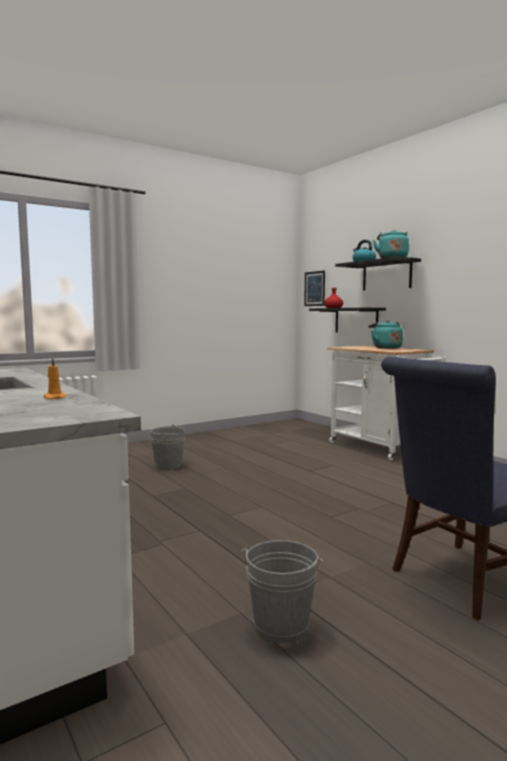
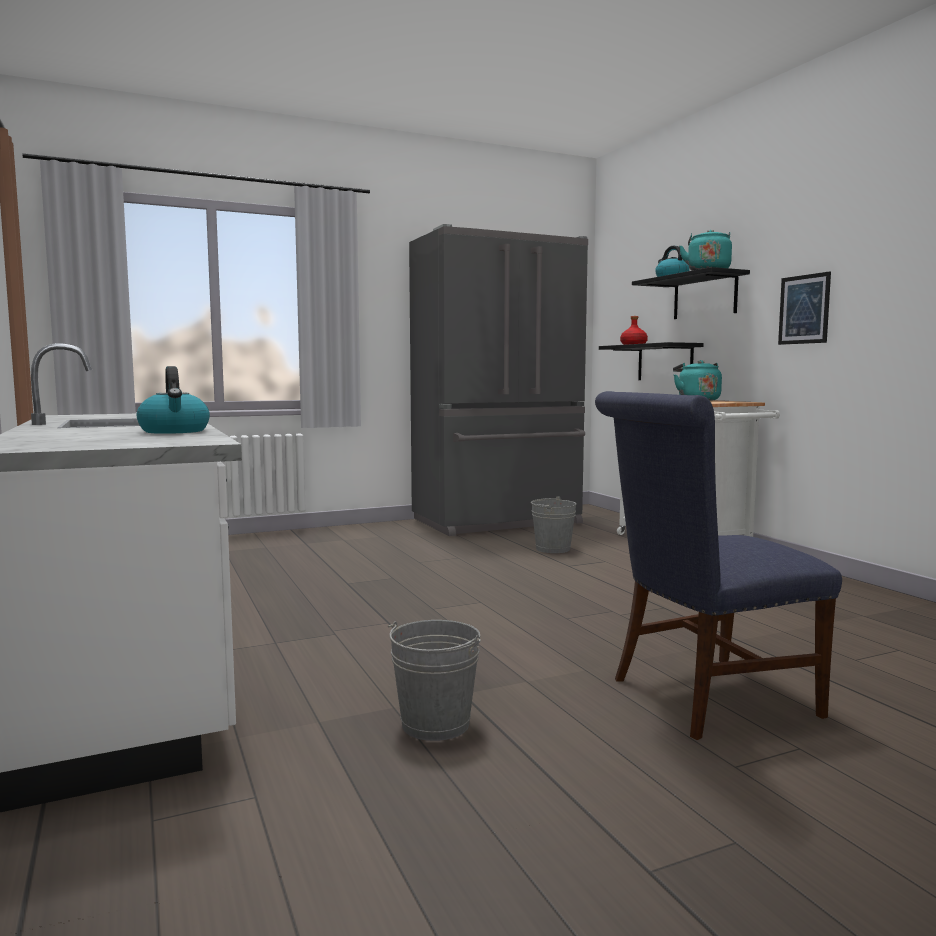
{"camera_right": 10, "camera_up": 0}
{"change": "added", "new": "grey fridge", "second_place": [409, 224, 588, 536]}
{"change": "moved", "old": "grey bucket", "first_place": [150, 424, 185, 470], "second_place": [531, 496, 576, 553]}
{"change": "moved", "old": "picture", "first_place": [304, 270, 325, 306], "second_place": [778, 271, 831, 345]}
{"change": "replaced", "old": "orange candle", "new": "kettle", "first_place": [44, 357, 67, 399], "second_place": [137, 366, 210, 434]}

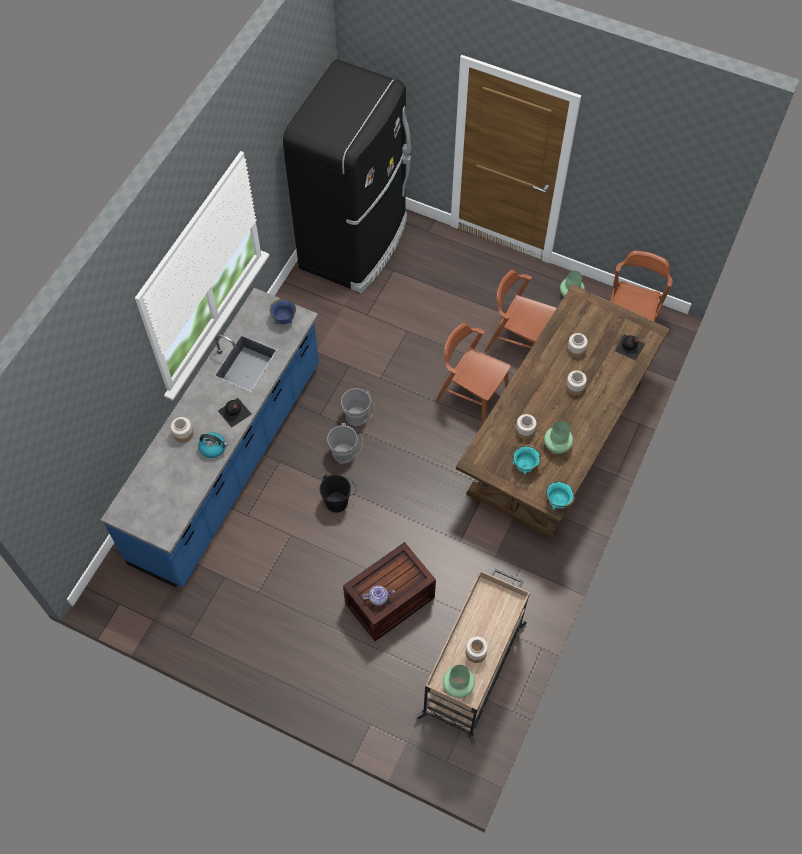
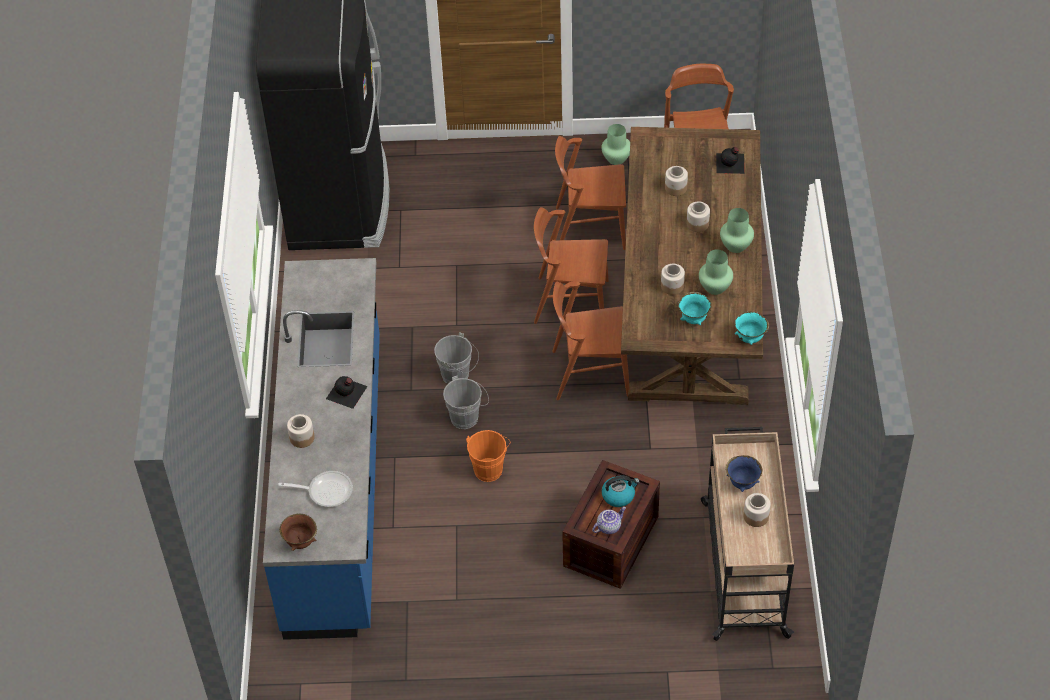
{"camera_right": -25, "camera_up": -10}
{"change": "added", "new": "frying pan", "second_place": [278, 471, 353, 507]}
{"change": "added", "new": "brown bowl", "second_place": [279, 514, 317, 551]}
{"change": "added", "new": "brown chair", "second_place": [552, 281, 630, 400]}
{"change": "moved", "old": "kettle", "first_place": [198, 432, 228, 458], "second_place": [602, 476, 640, 507]}
{"change": "moved", "old": "blue bowl", "first_place": [270, 298, 296, 324], "second_place": [726, 455, 762, 492]}
{"change": "moved", "old": "green vase", "first_place": [443, 665, 475, 698], "second_place": [720, 208, 754, 253]}
{"change": "recoloured", "old": "black bucket", "new": "orange bucket", "first_place": [319, 474, 357, 513], "second_place": [466, 430, 511, 482]}

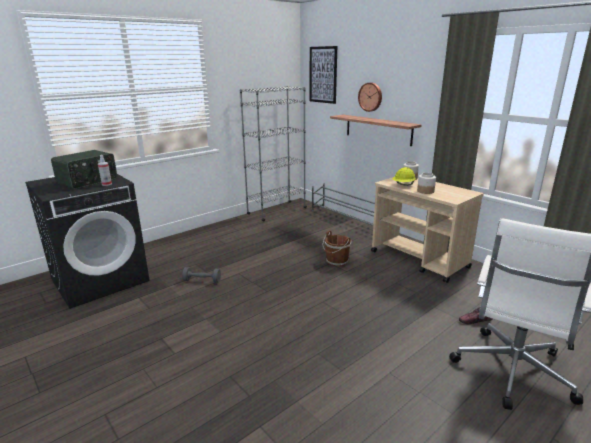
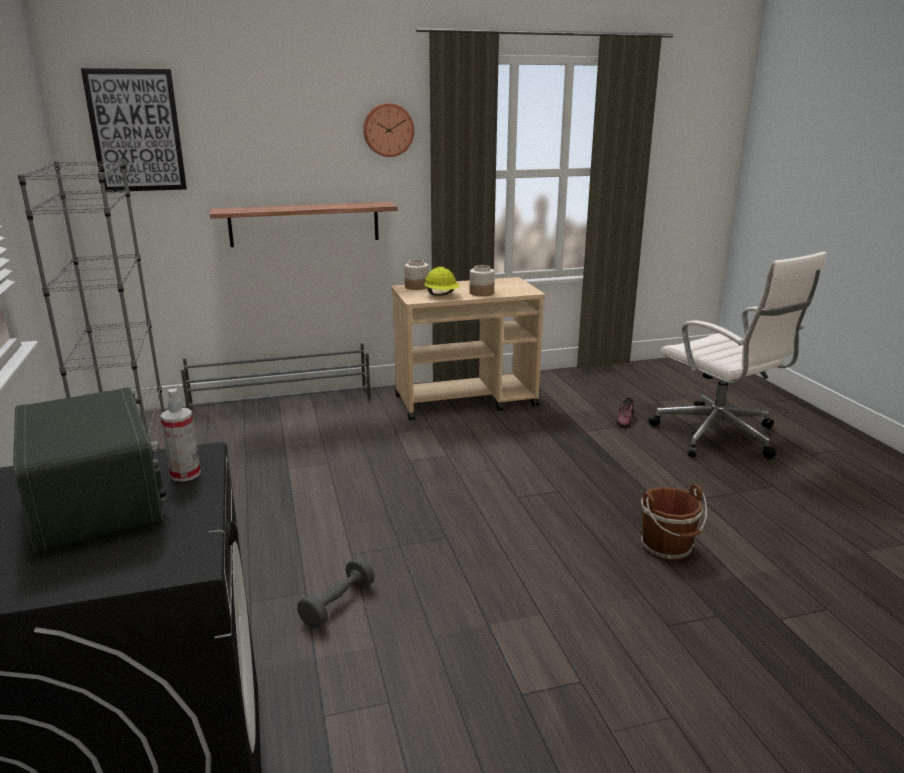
{"camera_right": -65, "camera_up": 0}
{"change": "moved", "old": "brown bucket", "first_place": [322, 231, 351, 266], "second_place": [641, 484, 707, 561]}
{"change": "moved", "old": "wall clock", "first_place": [358, 83, 382, 112], "second_place": [363, 103, 414, 157]}

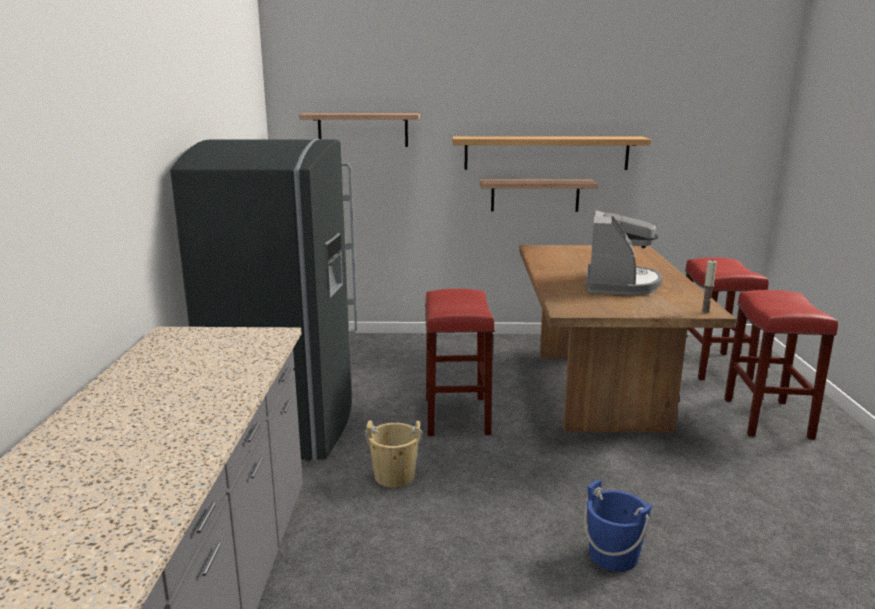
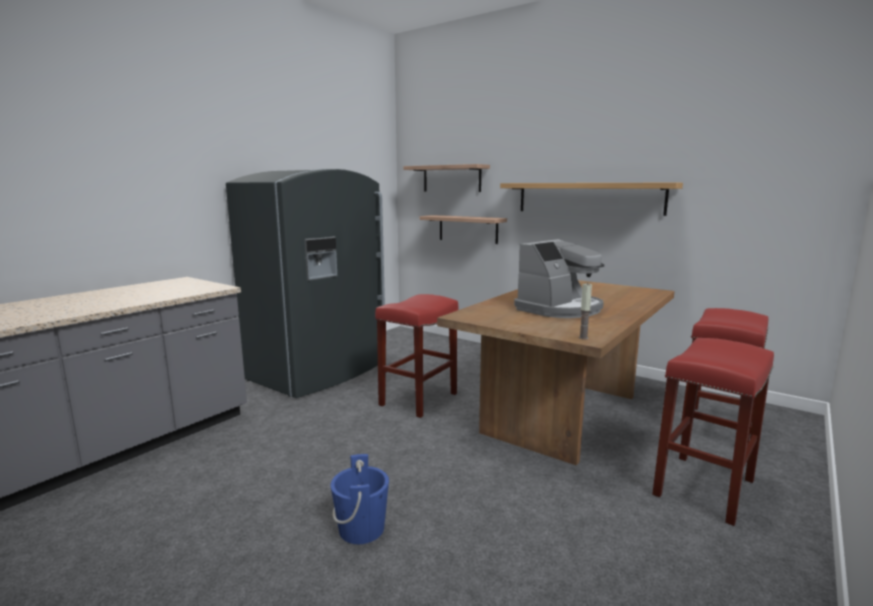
{"camera_right": 35, "camera_up": -5}
{"change": "removed", "old": "beige bucket", "first_place": [365, 420, 422, 488]}
{"change": "moved", "old": "shelf", "first_place": [480, 179, 598, 212], "second_place": [419, 215, 507, 244]}

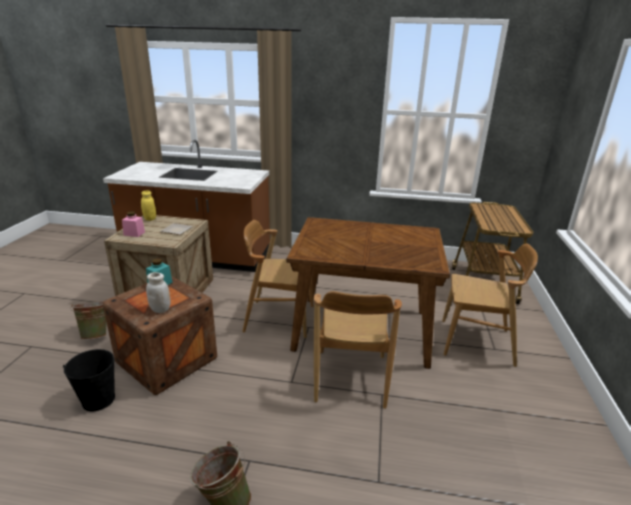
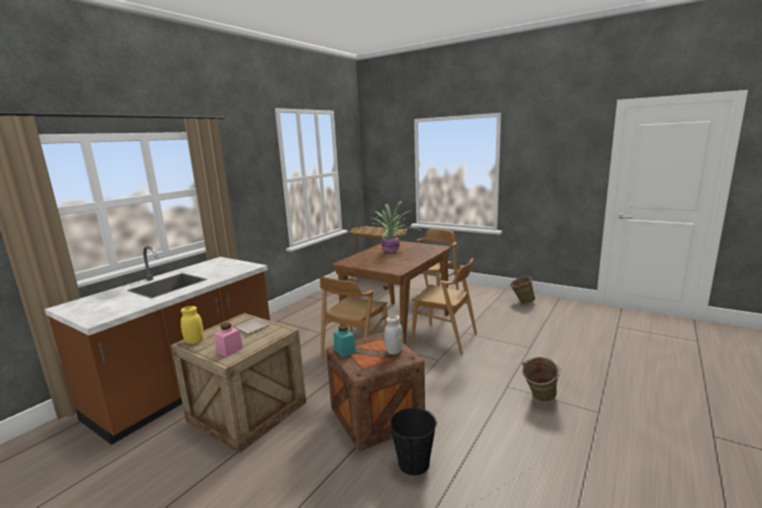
{"camera_right": -65, "camera_up": -10}
{"change": "added", "new": "potted plant", "second_place": [365, 201, 420, 253]}
{"change": "moved", "old": "green bucket", "first_place": [70, 301, 107, 340], "second_place": [510, 277, 535, 304]}

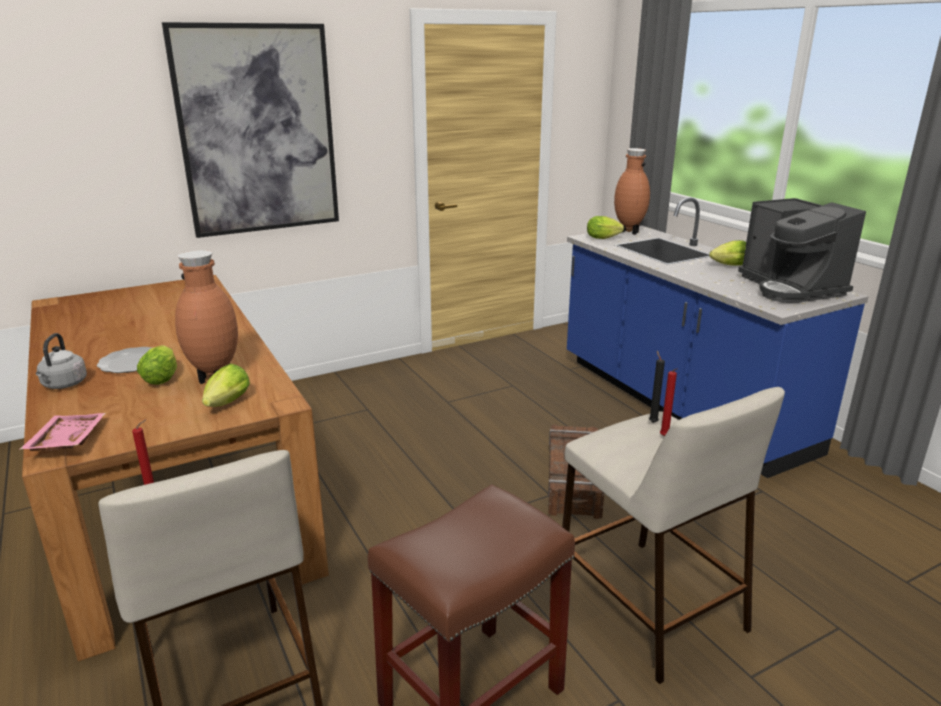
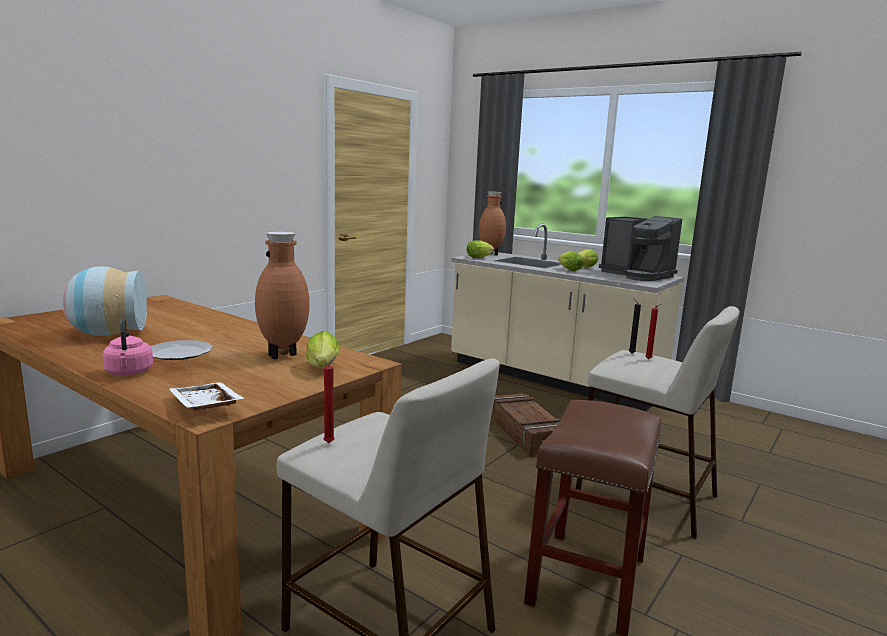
{"camera_right": -25, "camera_up": -10}
{"change": "removed", "old": "picture", "first_place": [162, 22, 339, 238]}
{"change": "added", "new": "vase", "second_place": [62, 266, 147, 336]}
{"change": "moved", "old": "lettuce", "first_place": [137, 345, 177, 385], "second_place": [558, 251, 583, 271]}
{"change": "recoloured", "old": "pink tray", "new": "white tray", "first_place": [19, 413, 106, 451], "second_place": [169, 382, 245, 410]}
{"change": "recoloured", "old": "grey kettle", "new": "pink kettle", "first_place": [36, 333, 87, 389], "second_place": [102, 318, 153, 376]}
{"change": "recoloured", "old": "blue counter", "new": "beige counter", "first_place": [567, 197, 869, 478], "second_place": [451, 224, 684, 411]}

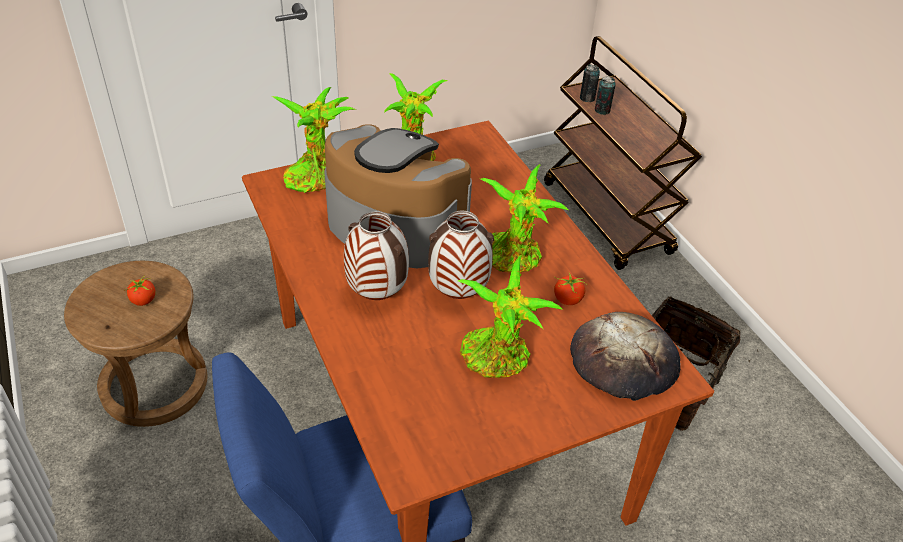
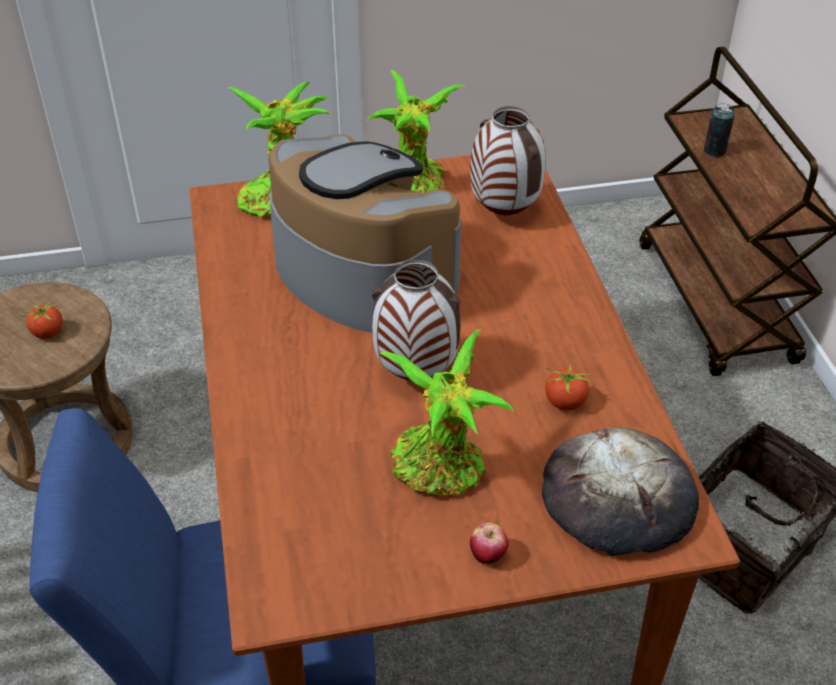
{"camera_right": 15, "camera_up": 0}
{"change": "removed", "old": "potted plant", "first_place": [481, 164, 568, 273]}
{"change": "removed", "old": "can", "first_place": [580, 64, 600, 102]}
{"change": "added", "new": "apple", "second_place": [470, 522, 509, 565]}
{"change": "moved", "old": "vase", "first_place": [344, 211, 409, 300], "second_place": [470, 106, 546, 215]}

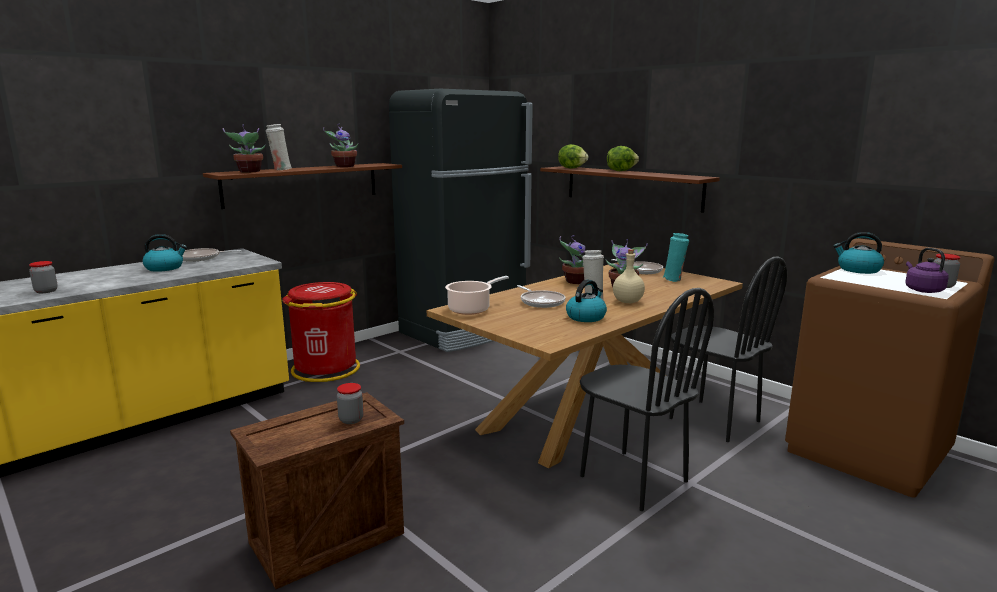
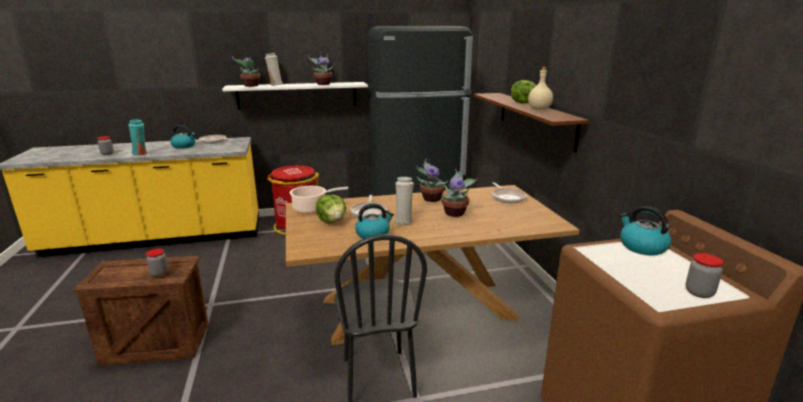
{"camera_right": 30, "camera_up": 5}
{"change": "removed", "old": "black chair", "first_place": [669, 256, 787, 442]}
{"change": "removed", "old": "purple kettle", "first_place": [905, 248, 949, 293]}
{"change": "moved", "old": "lettuce", "first_place": [558, 144, 588, 169], "second_place": [316, 195, 346, 223]}
{"change": "moved", "old": "beige bottle", "first_place": [613, 249, 645, 303], "second_place": [528, 67, 553, 110]}
{"change": "moved", "old": "turquoise vase", "first_place": [663, 233, 689, 282], "second_place": [128, 120, 147, 156]}
{"change": "recoloured", "old": "brown shelf", "new": "white shelf", "first_place": [203, 163, 402, 209], "second_place": [222, 82, 368, 110]}

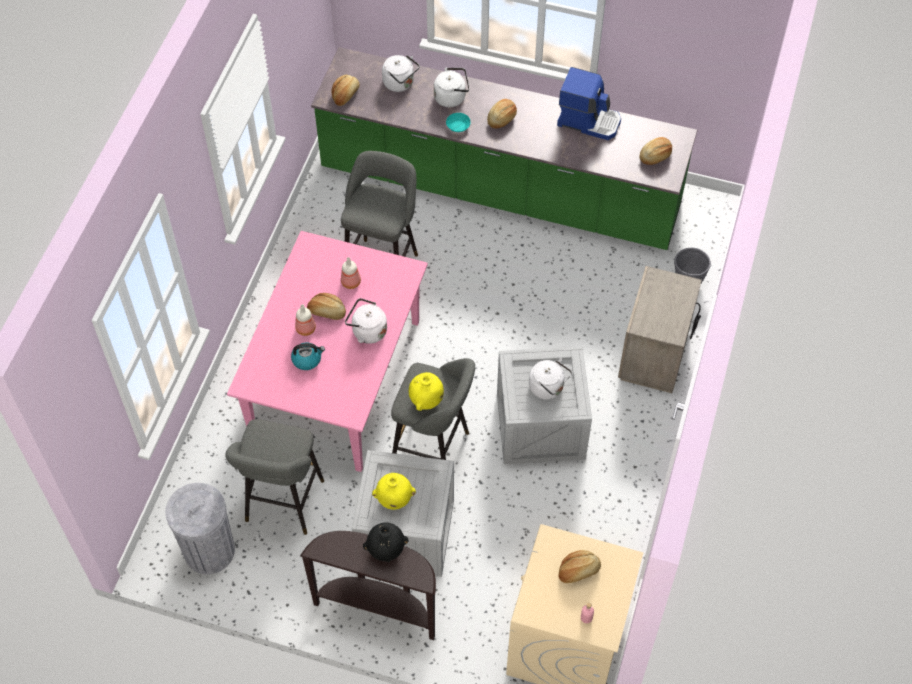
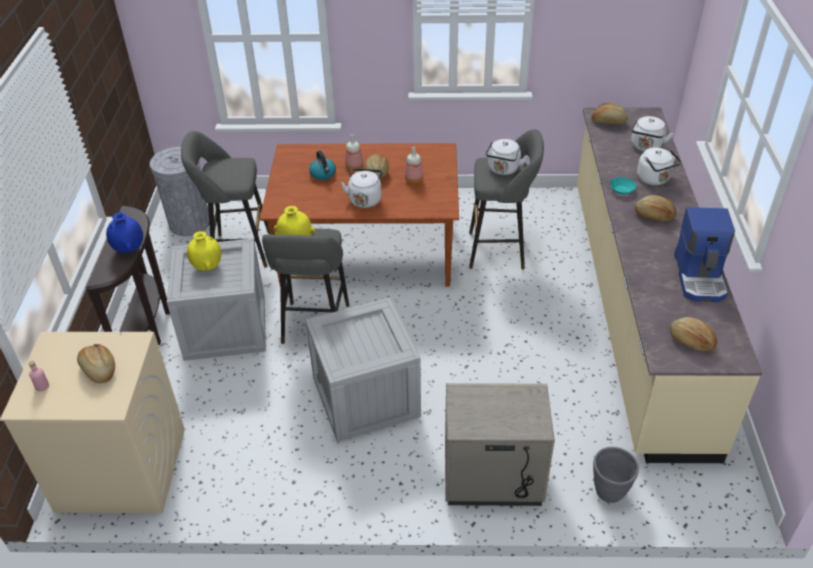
{"camera_right": 75, "camera_up": -15}
{"change": "moved", "old": "white kettle", "first_place": [529, 358, 572, 399], "second_place": [486, 139, 528, 175]}
{"change": "recoloured", "old": "pink dining table", "new": "brown dining table", "first_place": [227, 231, 428, 472], "second_place": [260, 143, 459, 287]}
{"change": "recoloured", "old": "green counter", "new": "beige counter", "first_place": [311, 47, 698, 250], "second_place": [577, 107, 762, 463]}
{"change": "recoloured", "old": "black vase", "new": "blue vase", "first_place": [363, 523, 409, 562], "second_place": [106, 212, 143, 253]}

